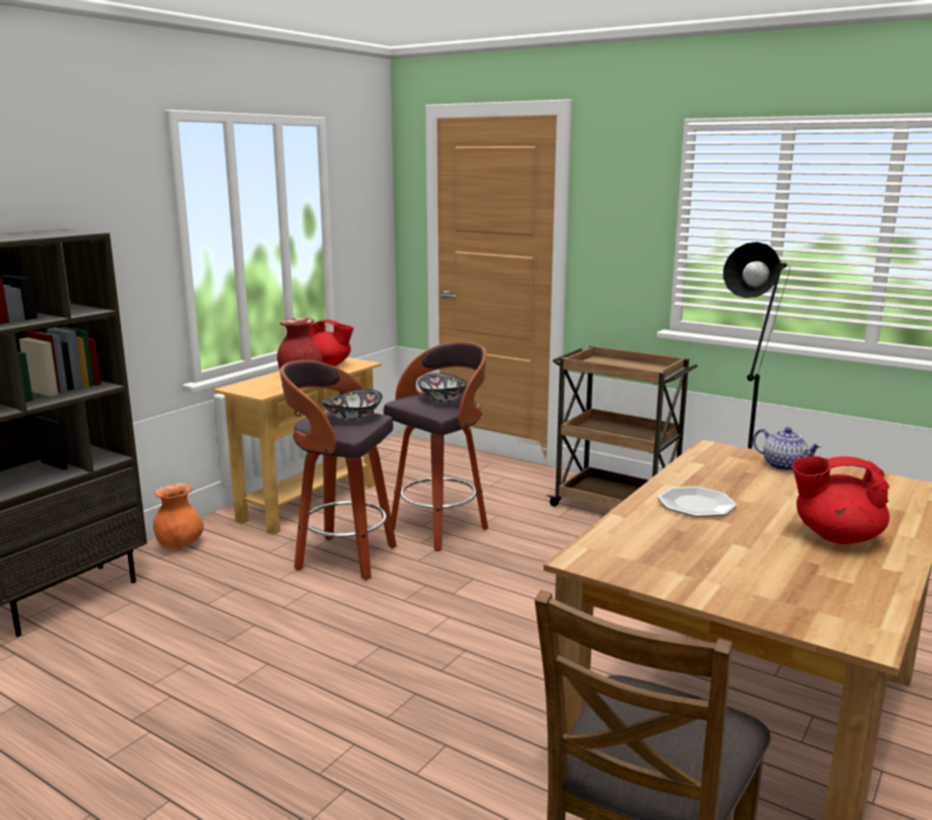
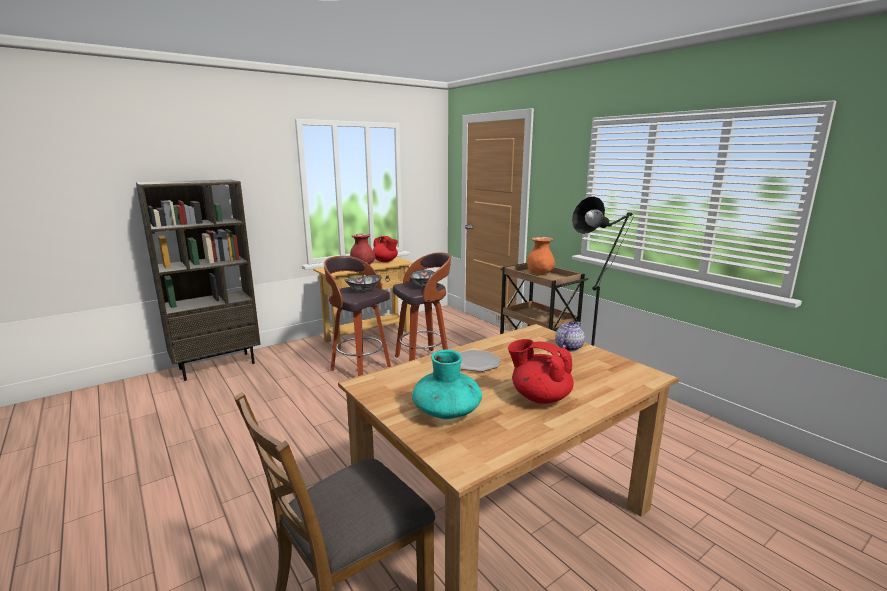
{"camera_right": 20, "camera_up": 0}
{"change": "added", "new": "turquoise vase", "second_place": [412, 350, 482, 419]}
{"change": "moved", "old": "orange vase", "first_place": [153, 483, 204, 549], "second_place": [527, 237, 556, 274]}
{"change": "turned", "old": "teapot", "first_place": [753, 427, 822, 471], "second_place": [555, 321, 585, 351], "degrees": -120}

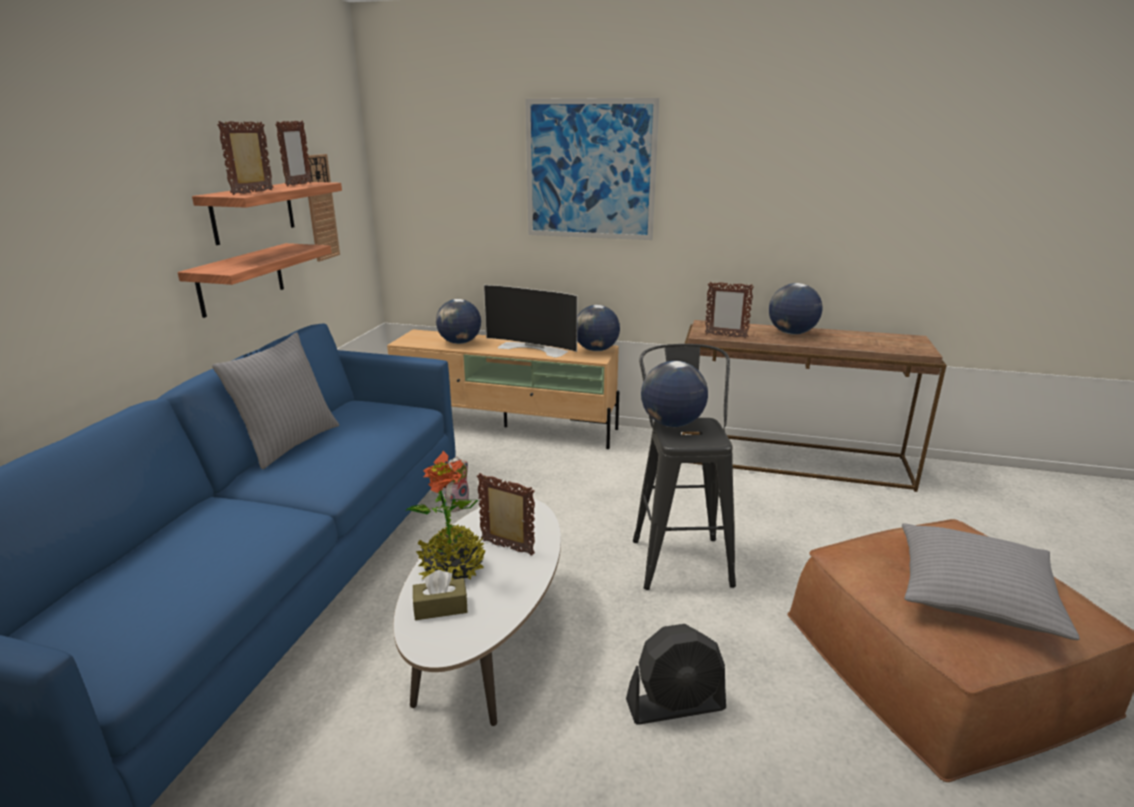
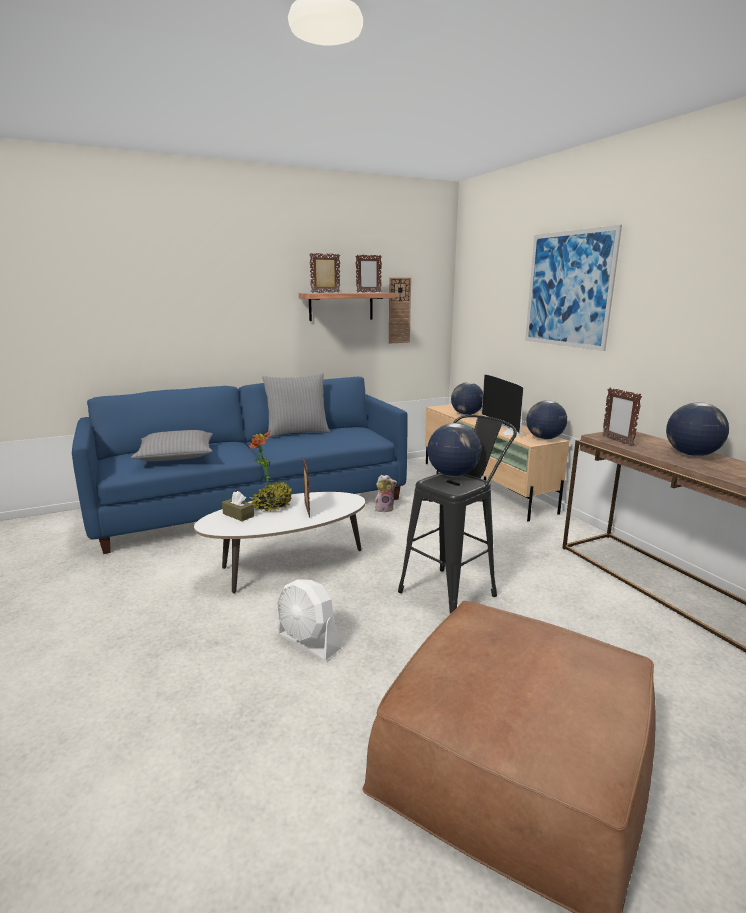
{"camera_right": 50, "camera_up": -5}
{"change": "removed", "old": "shelf", "first_place": [178, 243, 332, 318]}
{"change": "moved", "old": "grey pillow", "first_place": [902, 523, 1080, 640], "second_place": [131, 430, 213, 461]}
{"change": "recoloured", "old": "black fan", "new": "white fan", "first_place": [626, 624, 726, 725], "second_place": [277, 580, 341, 661]}

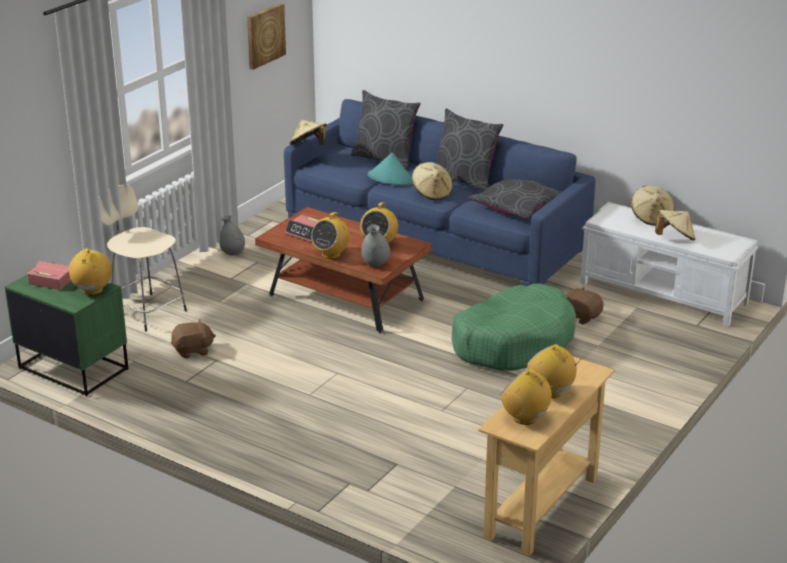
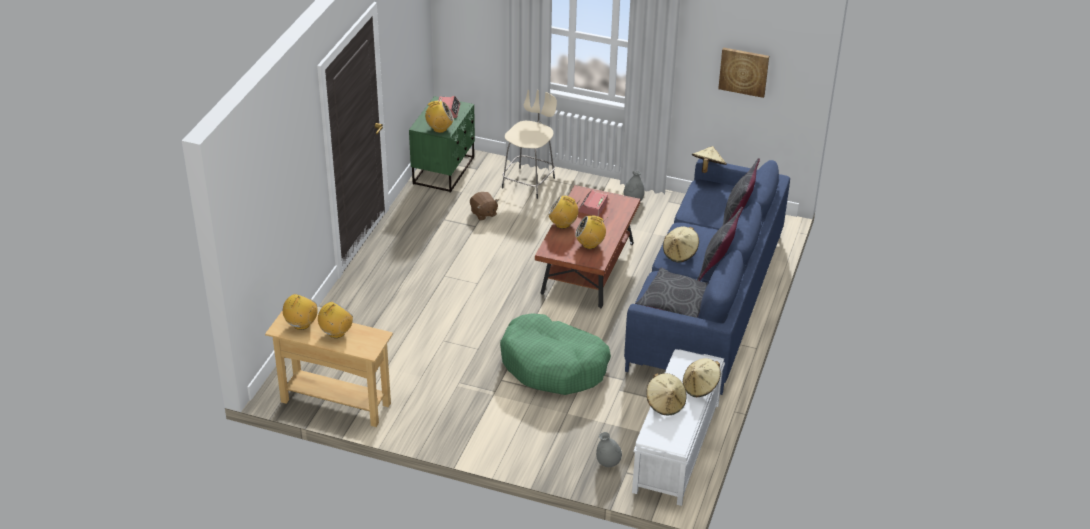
{"camera_right": 75, "camera_up": 10}
{"change": "removed", "old": "turquoise hat", "first_place": [368, 152, 413, 186]}
{"change": "removed", "old": "brown plush toy", "first_place": [566, 287, 604, 325]}
{"change": "moved", "old": "grey vase", "first_place": [361, 224, 390, 267], "second_place": [596, 432, 622, 467]}

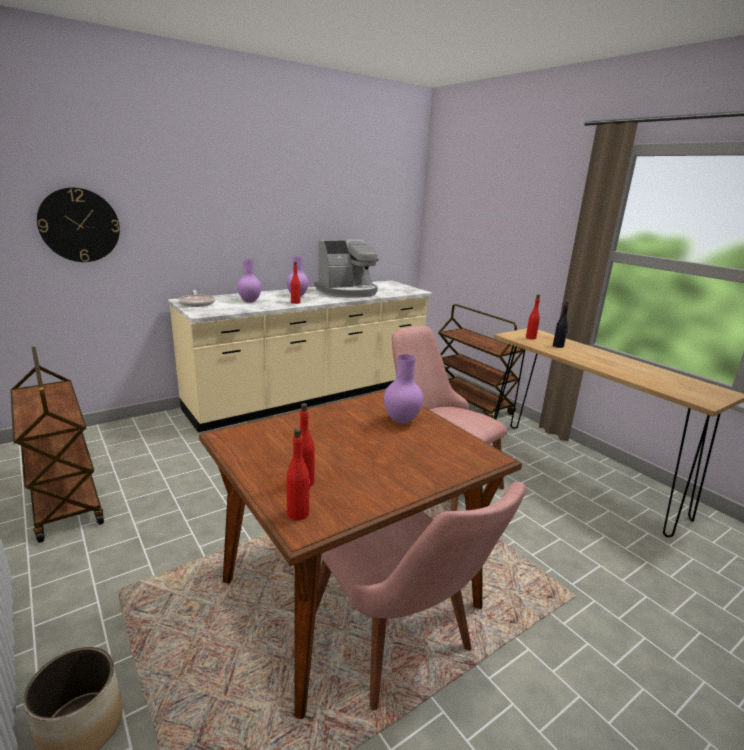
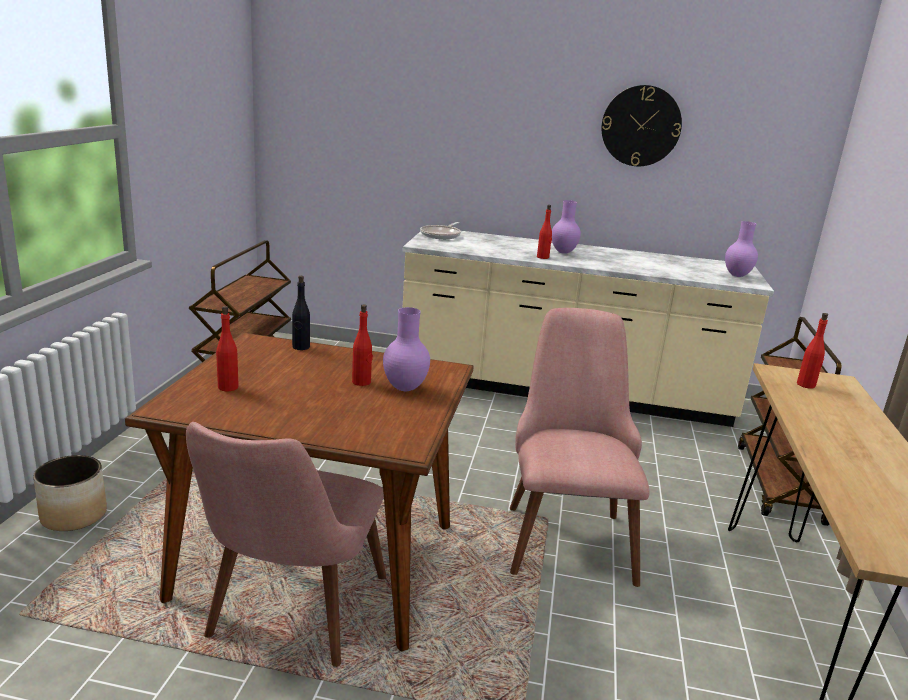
{"camera_right": 45, "camera_up": 0}
{"change": "removed", "old": "coffee machine", "first_place": [314, 240, 379, 298]}
{"change": "moved", "old": "wall clock", "first_place": [37, 187, 120, 262], "second_place": [602, 85, 682, 166]}
{"change": "moved", "old": "purple vase", "first_place": [237, 259, 261, 303], "second_place": [725, 221, 758, 277]}
{"change": "moved", "old": "red bottle", "first_place": [286, 428, 310, 520], "second_place": [352, 304, 373, 386]}
{"change": "moved", "old": "black bottle", "first_place": [553, 301, 568, 348], "second_place": [292, 276, 310, 350]}

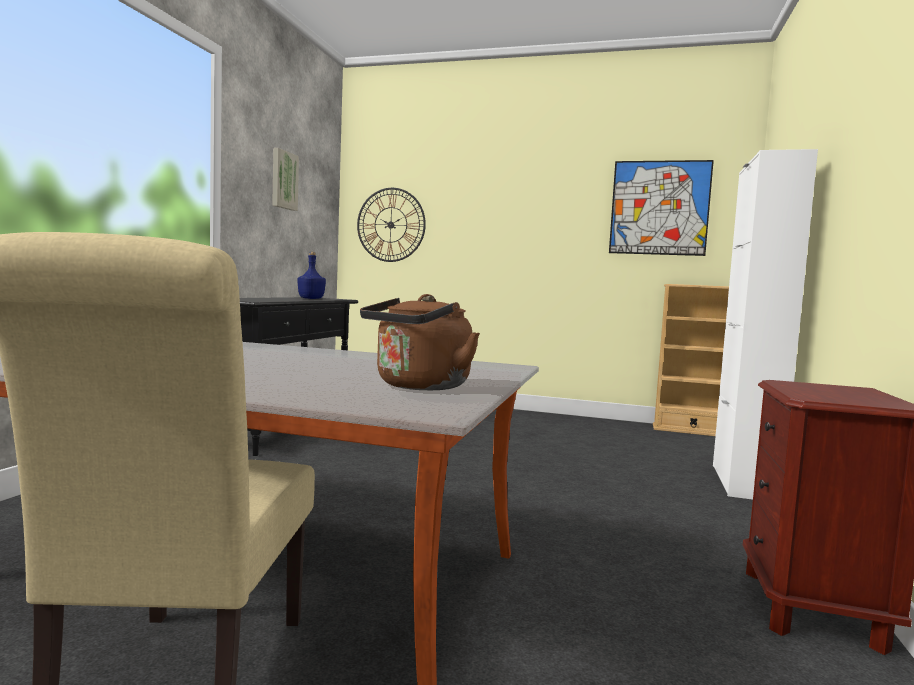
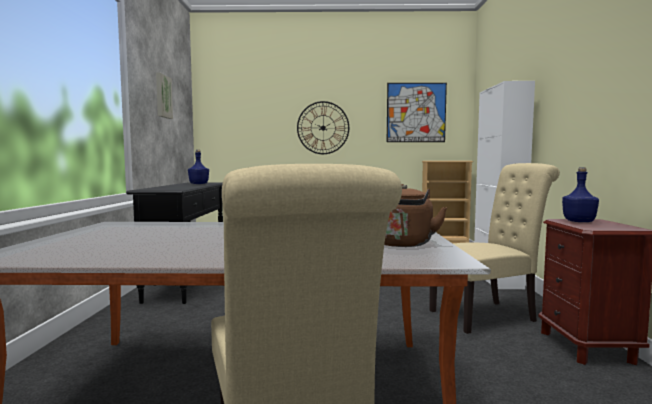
{"camera_right": -15, "camera_up": 0}
{"change": "added", "new": "beige chair", "second_place": [430, 163, 560, 334]}
{"change": "added", "new": "blue bottle", "second_place": [562, 167, 599, 222]}
{"change": "moved", "old": "wall clock", "first_place": [357, 188, 426, 262], "second_place": [297, 101, 349, 154]}

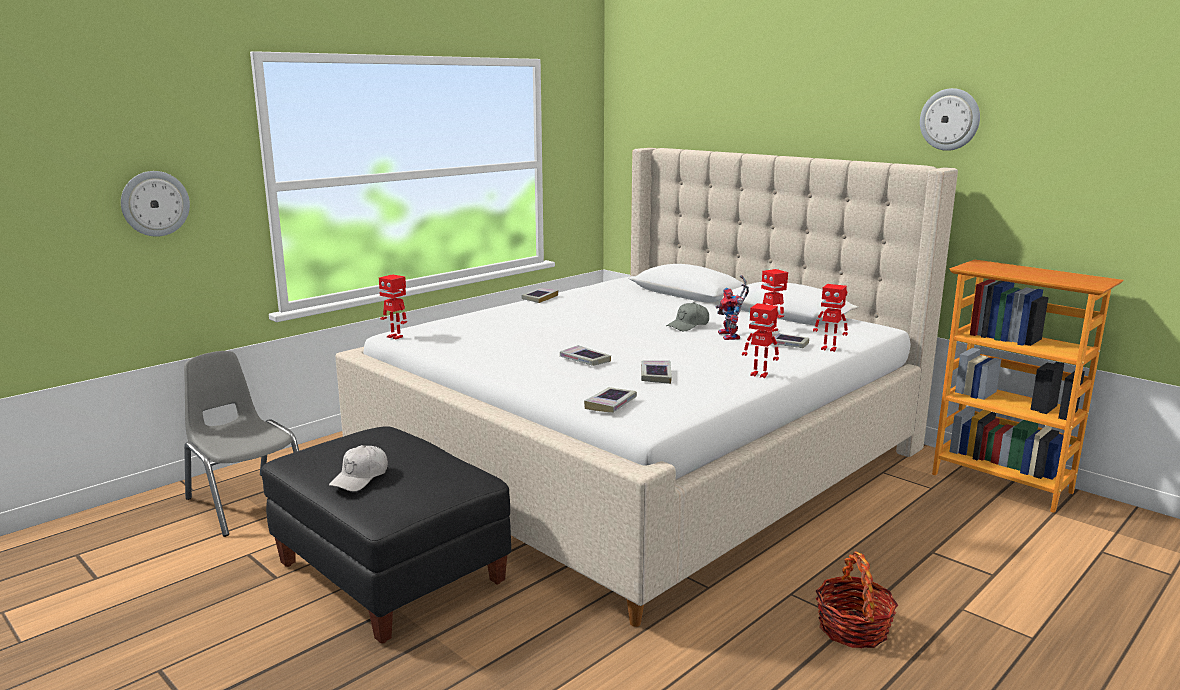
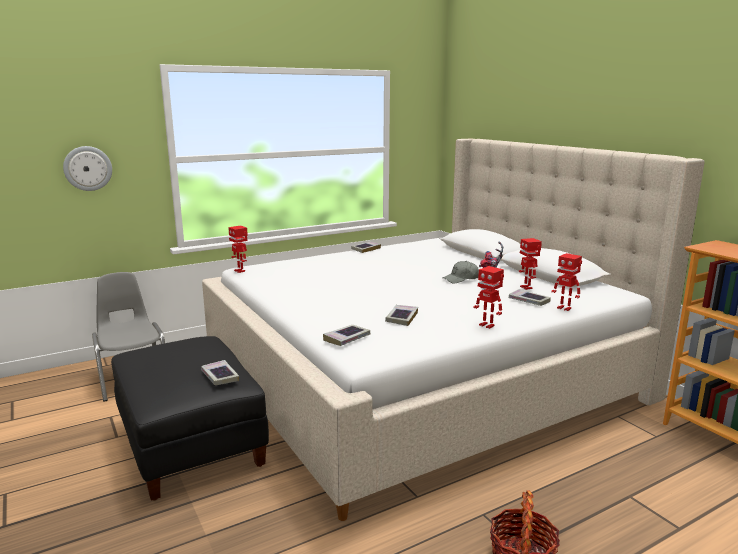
{"camera_right": 15, "camera_up": 0}
{"change": "removed", "old": "white cap", "first_place": [329, 445, 388, 492]}
{"change": "removed", "old": "wall clock", "first_place": [920, 88, 980, 151]}
{"change": "moved", "old": "book", "first_place": [560, 345, 611, 366], "second_place": [201, 360, 239, 385]}

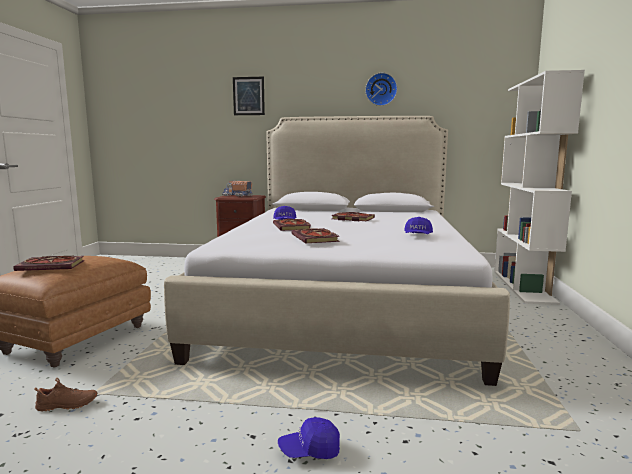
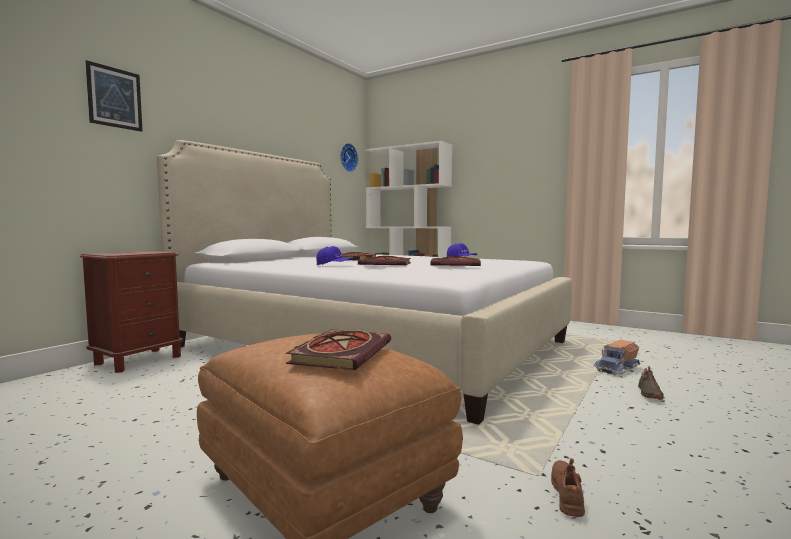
{"camera_right": -65, "camera_up": -5}
{"change": "moved", "old": "toy truck", "first_place": [222, 181, 253, 196], "second_place": [594, 339, 640, 375]}
{"change": "moved", "old": "wall clock", "first_place": [365, 73, 398, 106], "second_place": [340, 143, 358, 172]}
{"change": "replaced", "old": "blue cap", "new": "black shoe", "first_place": [278, 417, 340, 459], "second_place": [638, 366, 664, 399]}

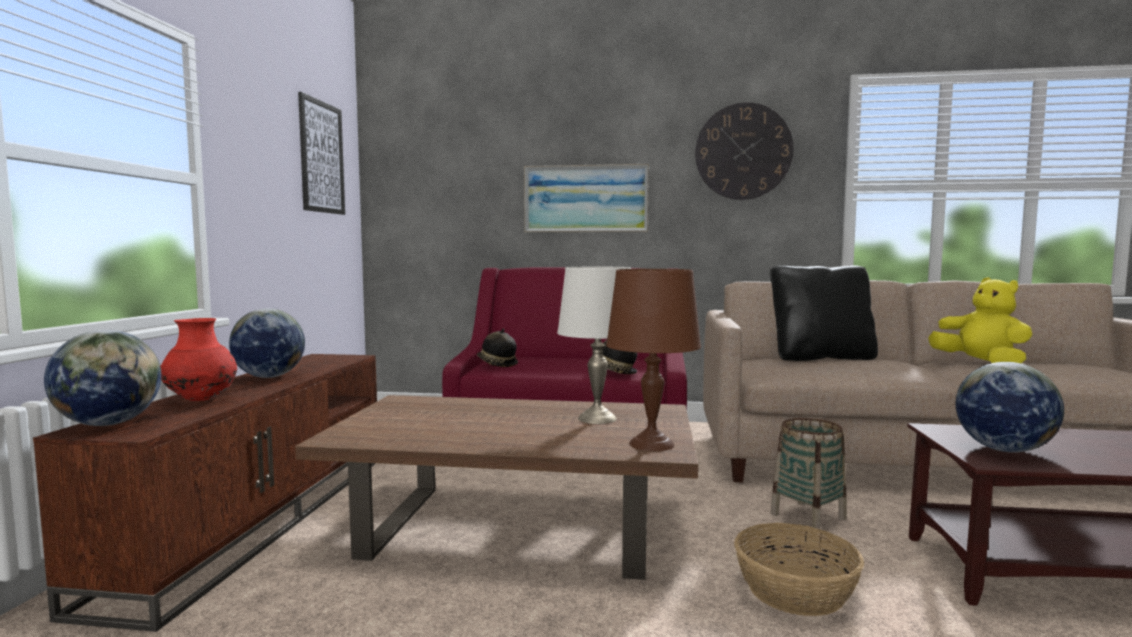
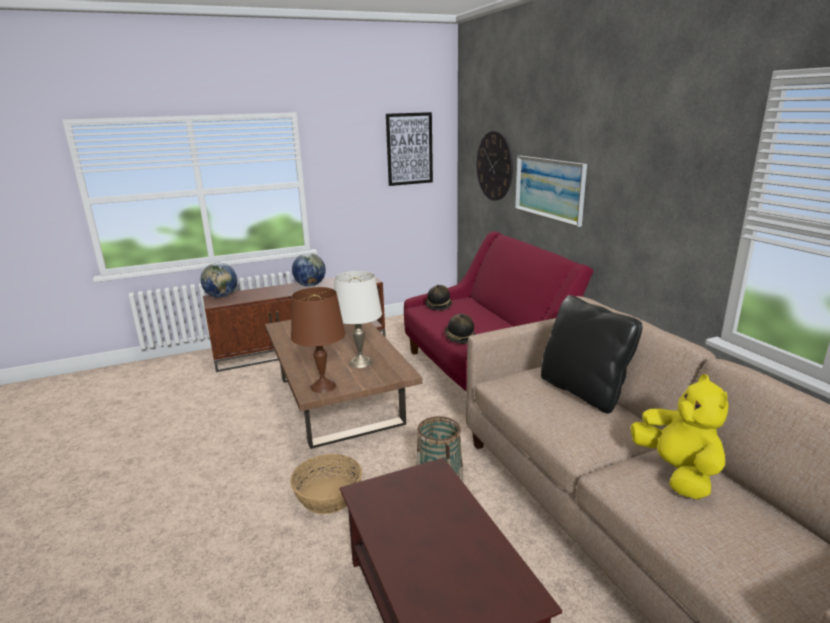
{"camera_right": 60, "camera_up": 15}
{"change": "removed", "old": "red vase", "first_place": [161, 318, 237, 401]}
{"change": "removed", "old": "globe", "first_place": [956, 362, 1064, 453]}
{"change": "moved", "old": "wall clock", "first_place": [695, 102, 793, 200], "second_place": [477, 131, 513, 201]}
{"change": "turned", "old": "yellow plush toy", "first_place": [928, 277, 1032, 364], "second_place": [631, 374, 728, 500], "degrees": -45}

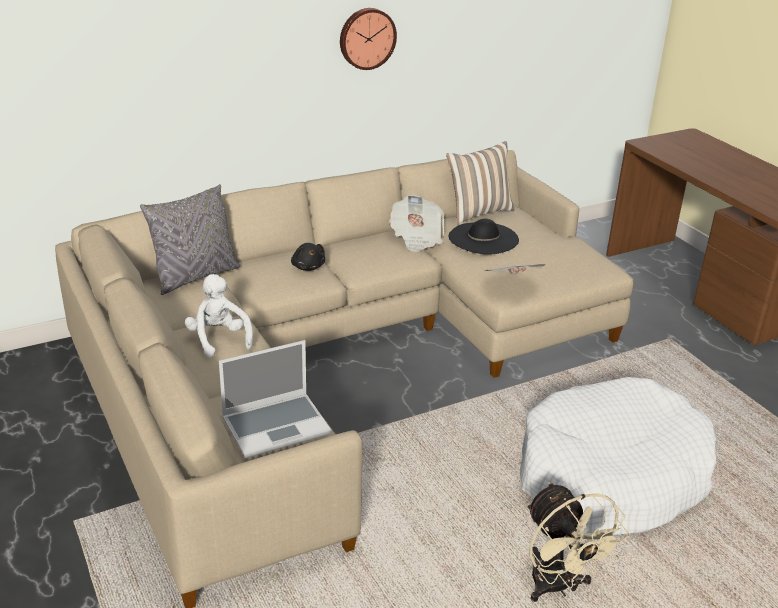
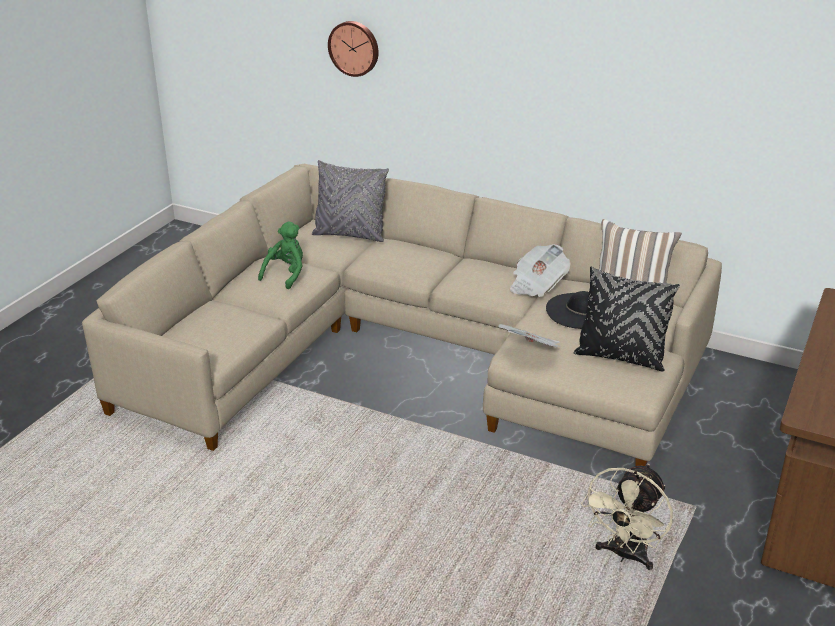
{"camera_right": 55, "camera_up": 0}
{"change": "removed", "old": "laptop", "first_place": [219, 340, 332, 458]}
{"change": "removed", "old": "black plush toy", "first_place": [291, 243, 325, 271]}
{"change": "removed", "old": "white dog bed", "first_place": [520, 377, 718, 535]}
{"change": "added", "new": "black pillow", "second_place": [574, 266, 680, 371]}
{"change": "moved", "old": "wall clock", "first_place": [340, 8, 397, 70], "second_place": [328, 21, 379, 77]}
{"change": "moved", "old": "beige fan", "first_place": [527, 482, 630, 602], "second_place": [581, 464, 673, 570]}
{"change": "recoloured", "old": "white plush toy", "new": "green plush toy", "first_place": [185, 274, 253, 358], "second_place": [258, 221, 303, 289]}

